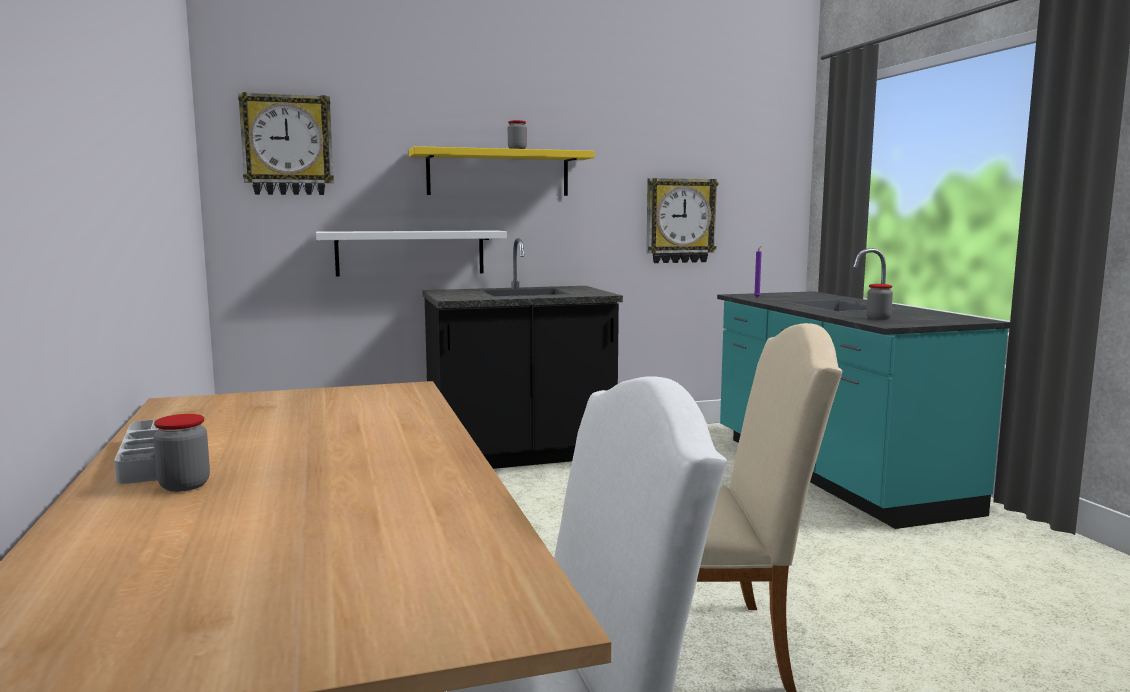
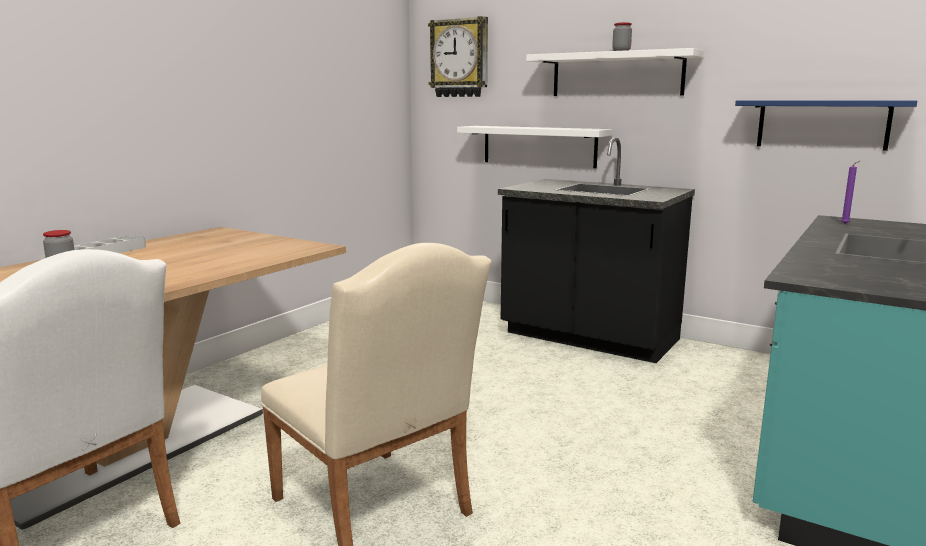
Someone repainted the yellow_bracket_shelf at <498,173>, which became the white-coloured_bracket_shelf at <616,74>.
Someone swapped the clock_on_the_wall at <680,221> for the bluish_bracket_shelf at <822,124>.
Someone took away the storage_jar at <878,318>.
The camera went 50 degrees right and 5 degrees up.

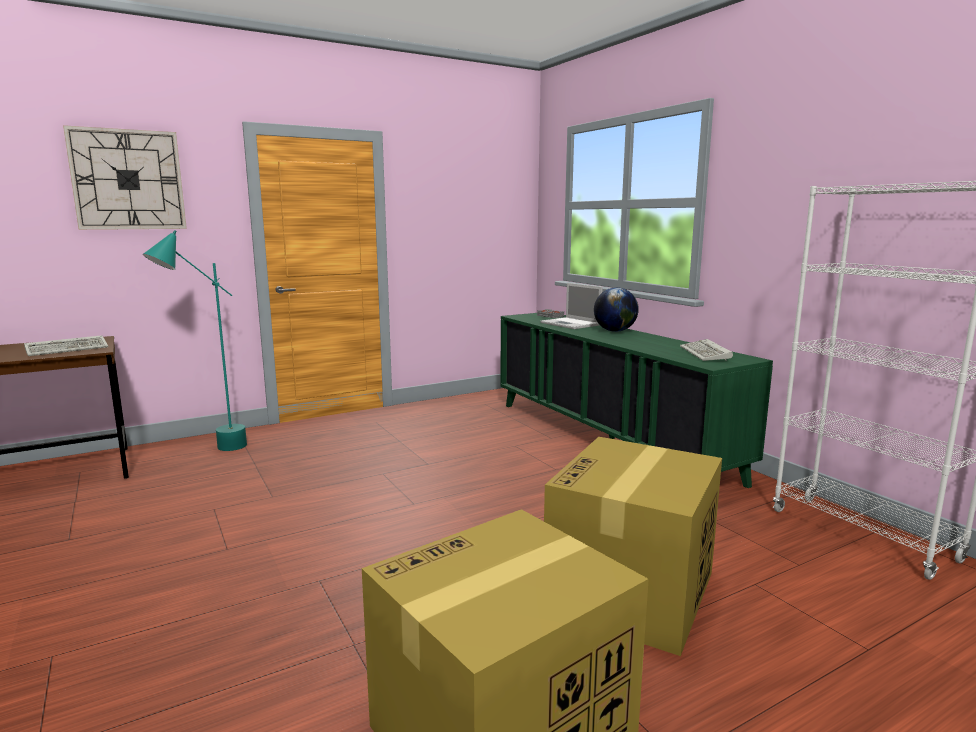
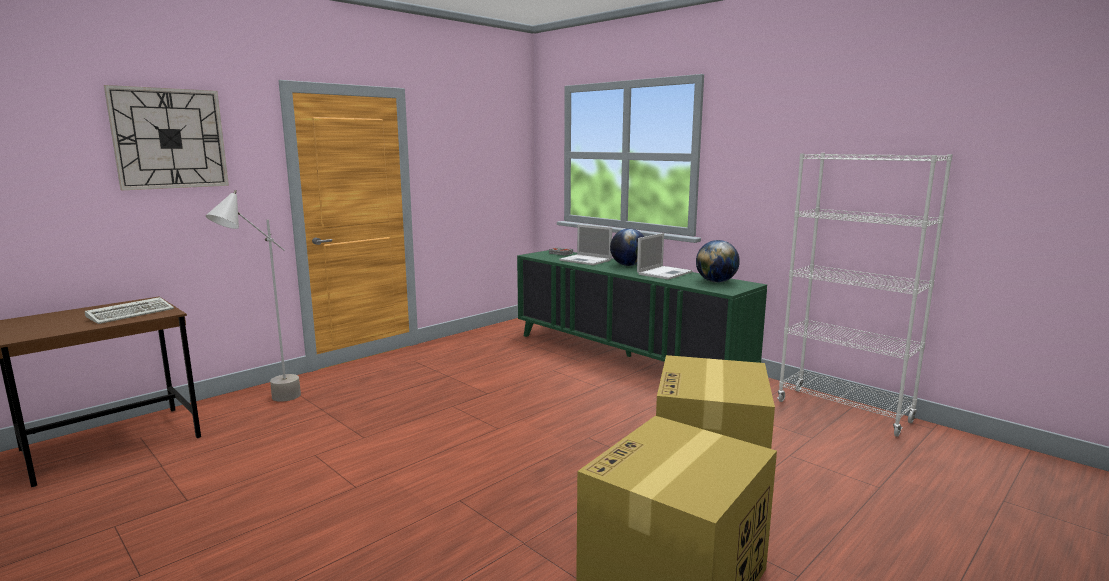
Someone repainted the turquoise_floor_lamp at <210,452>, which became the greyish_floor_lamp at <268,404>.
Someone swapped the computer_keyboard at <706,354> for the desk_globe at <716,282>.
Someone put down the notebook_computer at <665,273>.
The camera went 15 degrees left and 0 degrees up.

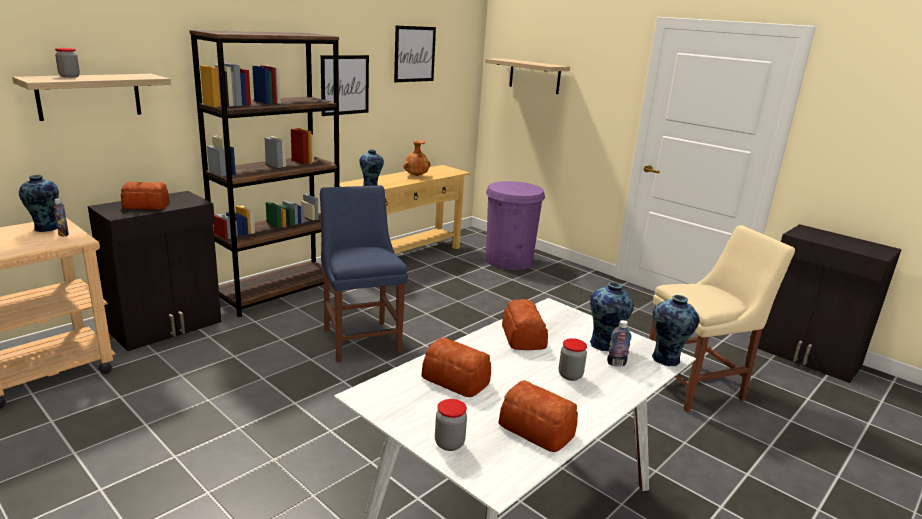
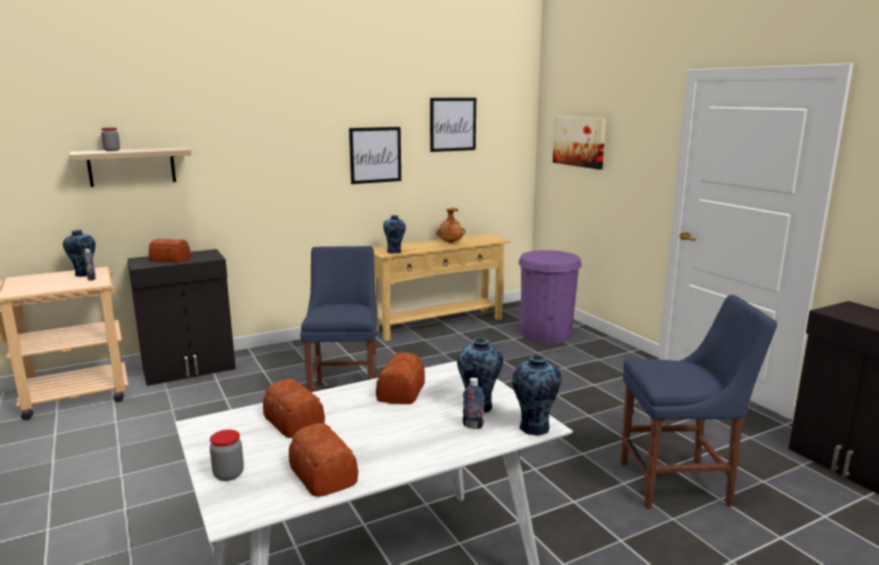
Someone took away the brownish_bookshelf at <280,292>.
Someone swapped the bracket_shelf at <534,76> for the wall_art at <579,141>.
Someone took away the storage_jar at <570,375>.
Someone repainted the sand-coloured_upright_chair at <697,387>, which became the bluish_upright_chair at <679,483>.
The camera went 20 degrees right and 5 degrees down.

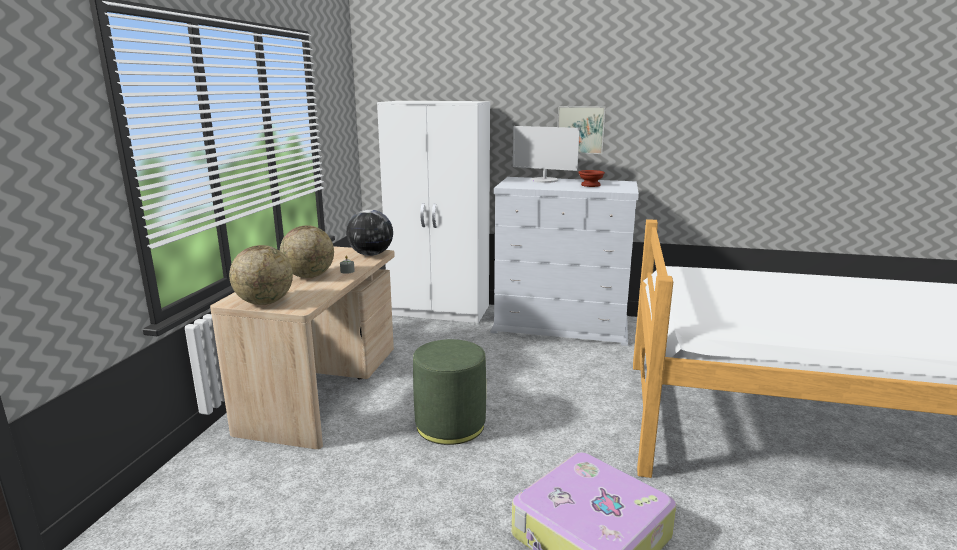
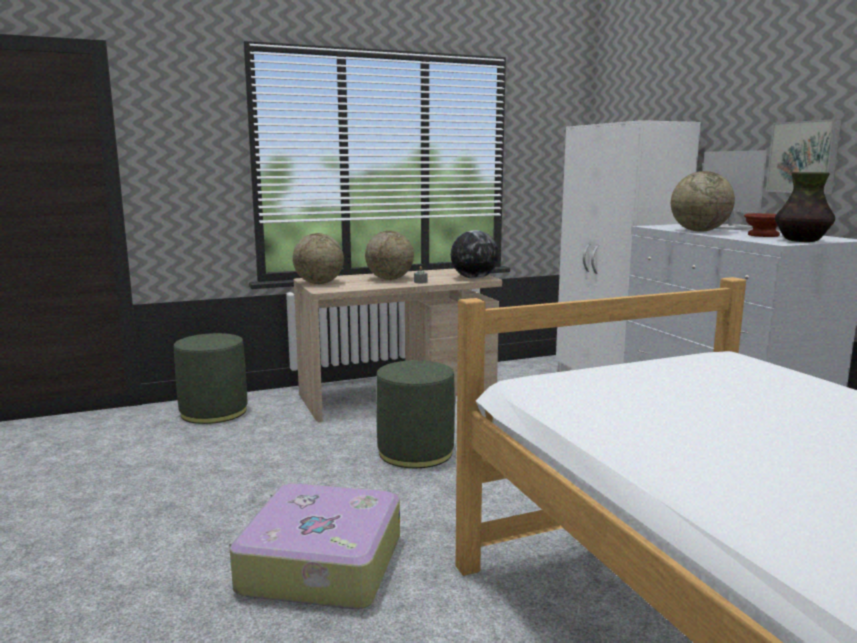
Someone put down the greenish_pouffe at <214,412>.
Someone put down the desk_globe at <699,231>.
Someone put down the decorative_vase at <802,241>.
The camera went 55 degrees right and 5 degrees down.

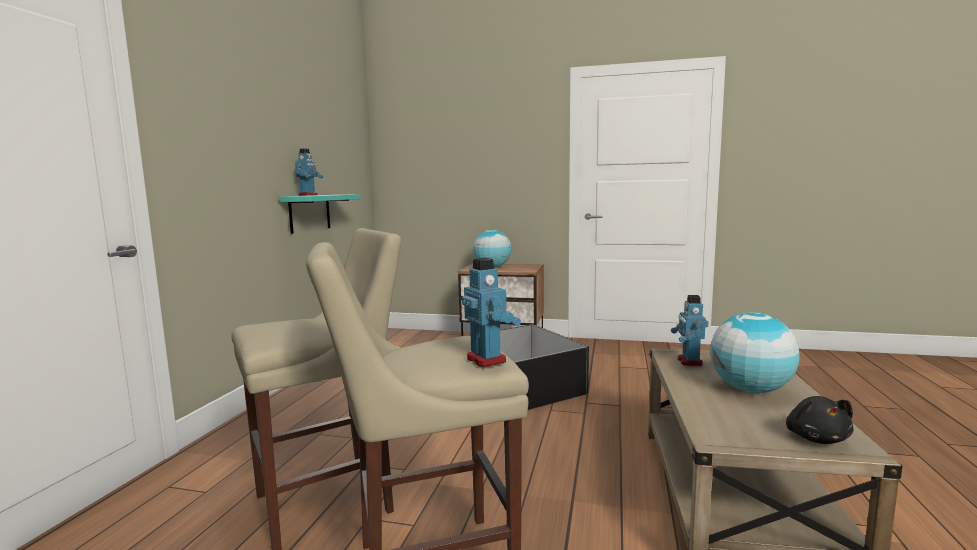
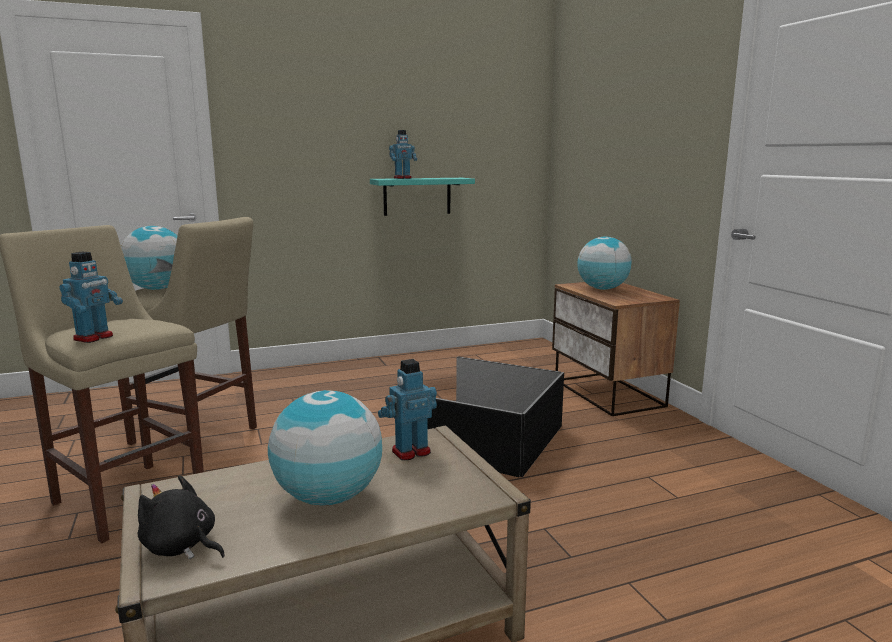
Someone rotated the black-coloured_plush_toy at <816,438> by 60 degrees clockwise.
Someone put down the desk_globe at <157,289>.
The camera went 55 degrees right and 5 degrees up.

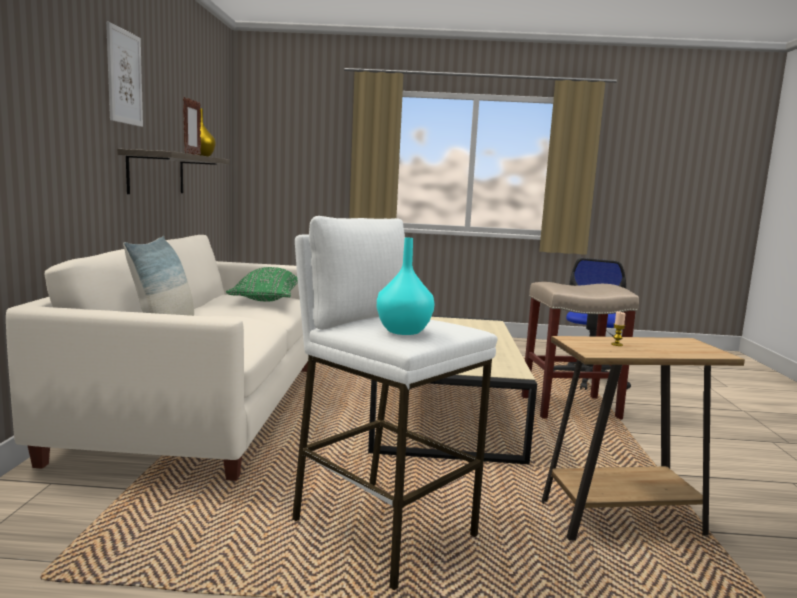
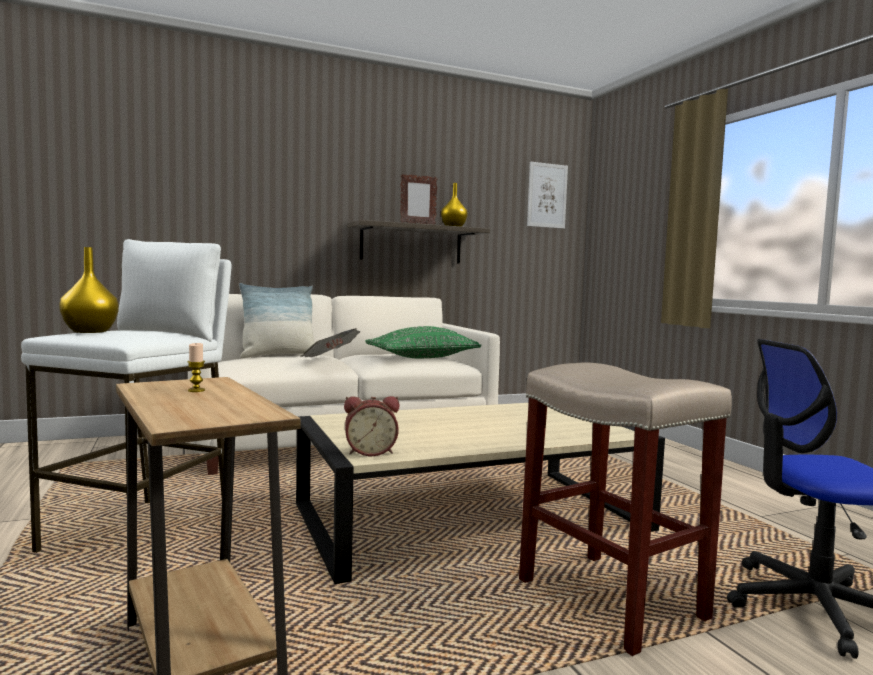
Someone carried the wall_art from <124,77> to <547,195>.
Someone repainted the turquoise_decorative_vase at <404,331>, which became the yellow_decorative_vase at <89,331>.
Someone put down the printed_paper at <330,360>.
Someone put down the alarm_clock at <370,452>.
The camera went 65 degrees right and 5 degrees down.

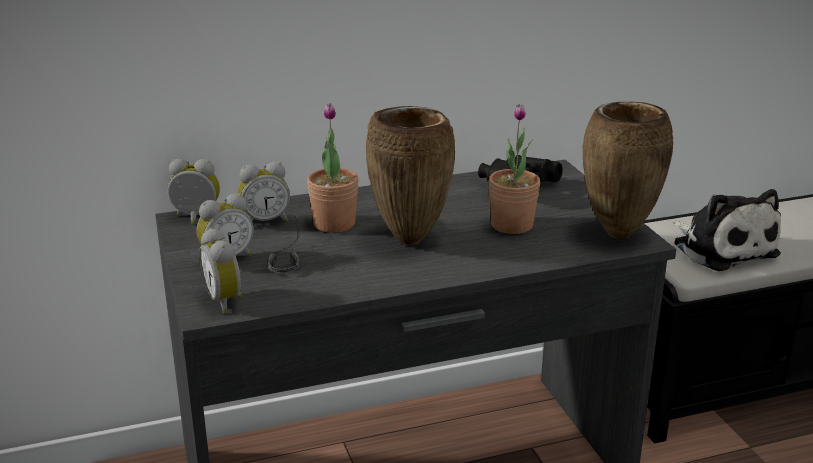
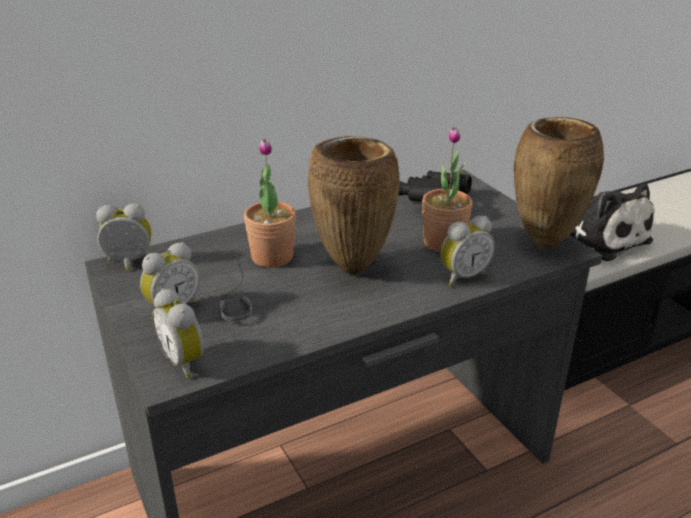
Someone carried the alarm_clock from <265,221> to <462,276>.
The camera went 10 degrees left and 5 degrees up.

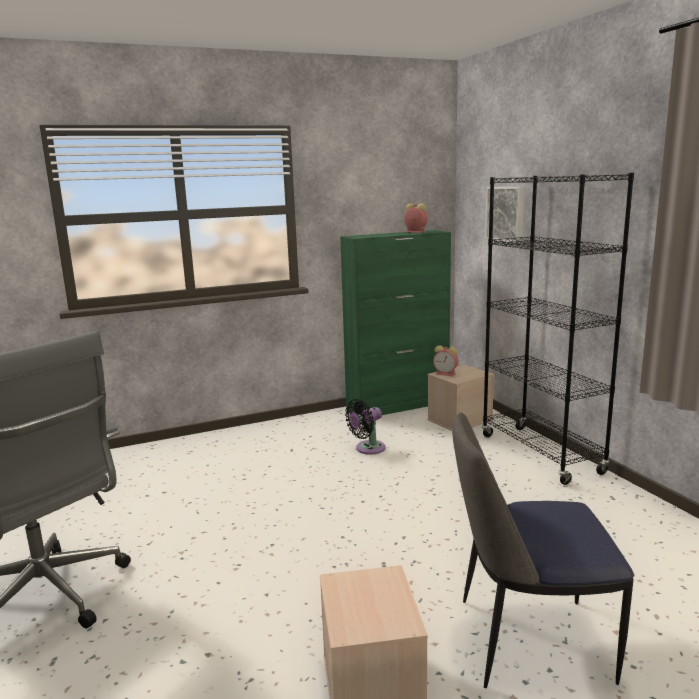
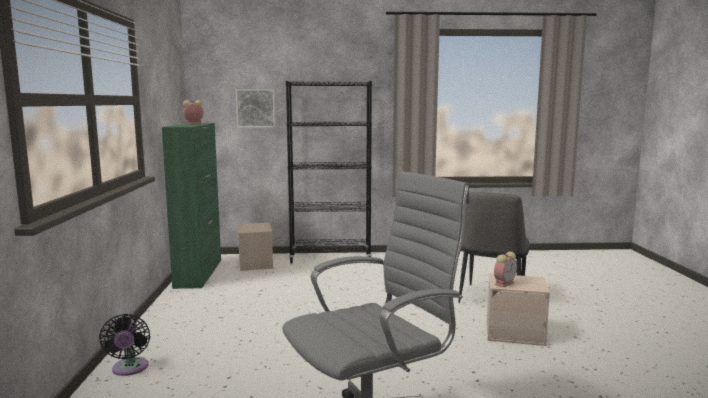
Someone carried the black-coloured_electric_fan from <367,449> to <129,369>.
Someone carried the alarm_clock from <446,374> to <504,283>.
The camera went 70 degrees left and 5 degrees down.

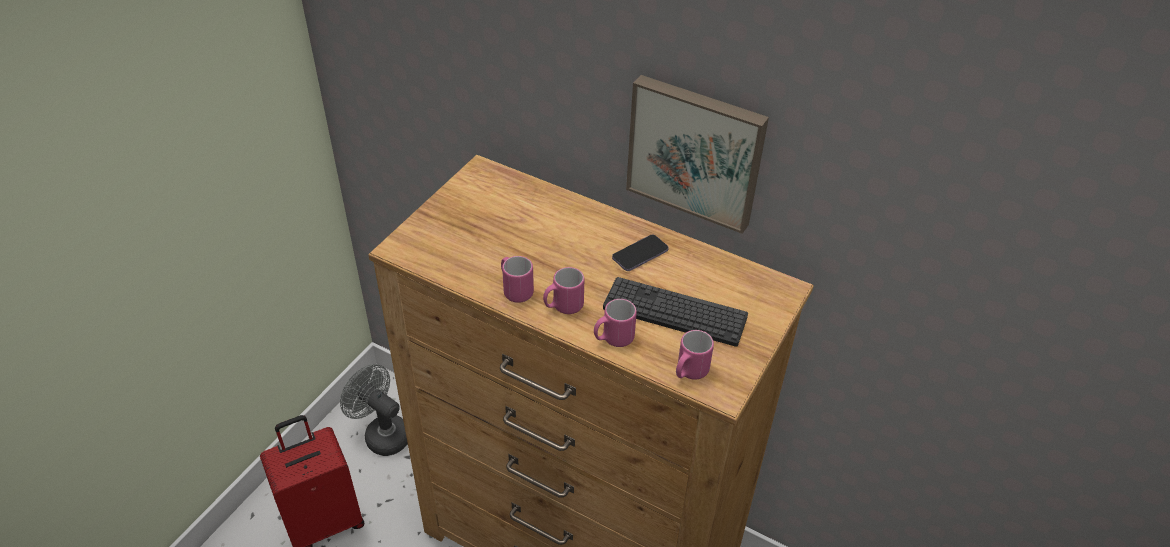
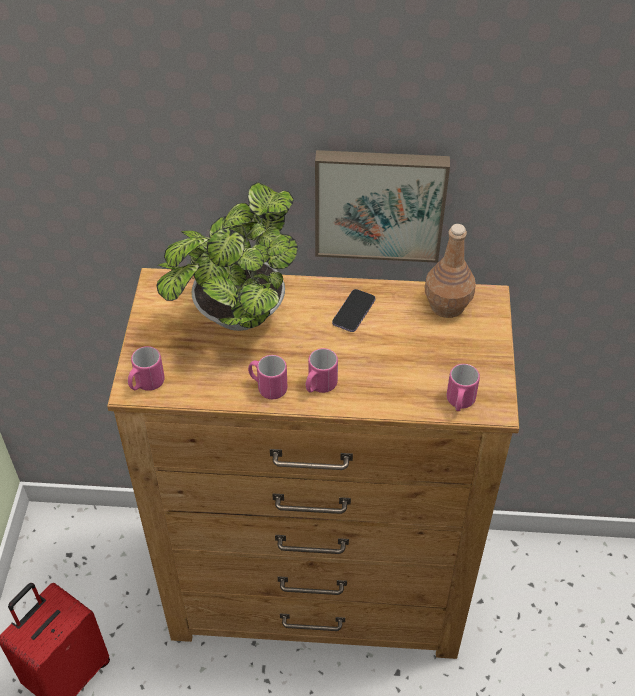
Someone took away the greyish_electric_fan at <382,433>.
Someone carried the pinkish_tea_mug from <613,339> to <146,384>.
Someone took away the computer_keyboard at <675,312>.
Someone put down the potted_plant at <236,318>.
Someone put down the brownish_beverage_bottle at <447,306>.
The camera went 25 degrees left and 5 degrees up.

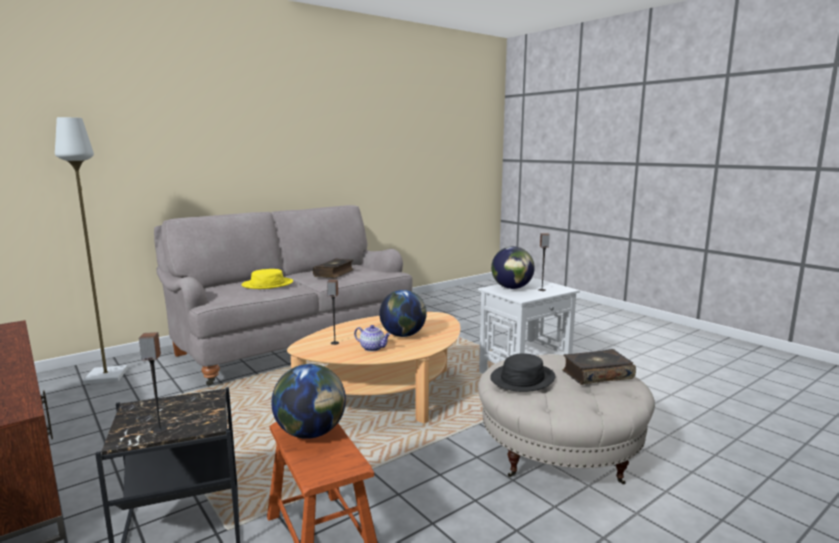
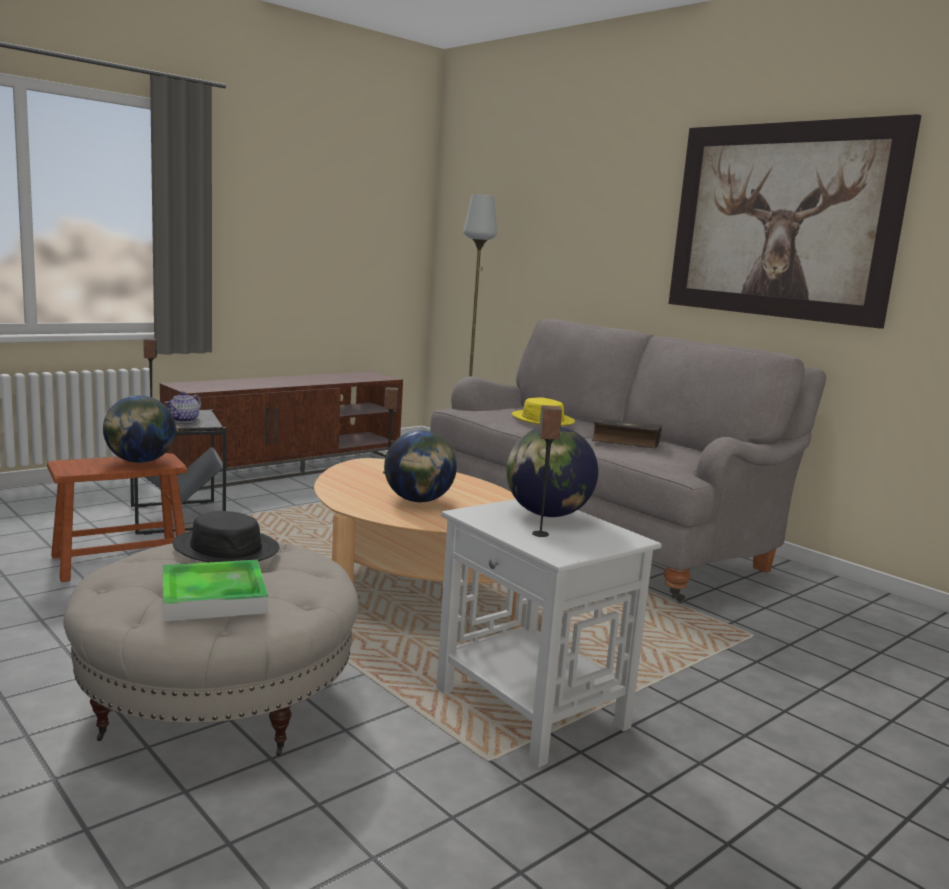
Someone carried the tea_pot from <373,348> to <184,420>.
Someone swapped the volume at <596,374> for the tray at <213,597>.
Someone put up the wall_art at <781,221>.
The camera went 85 degrees right and 0 degrees up.

